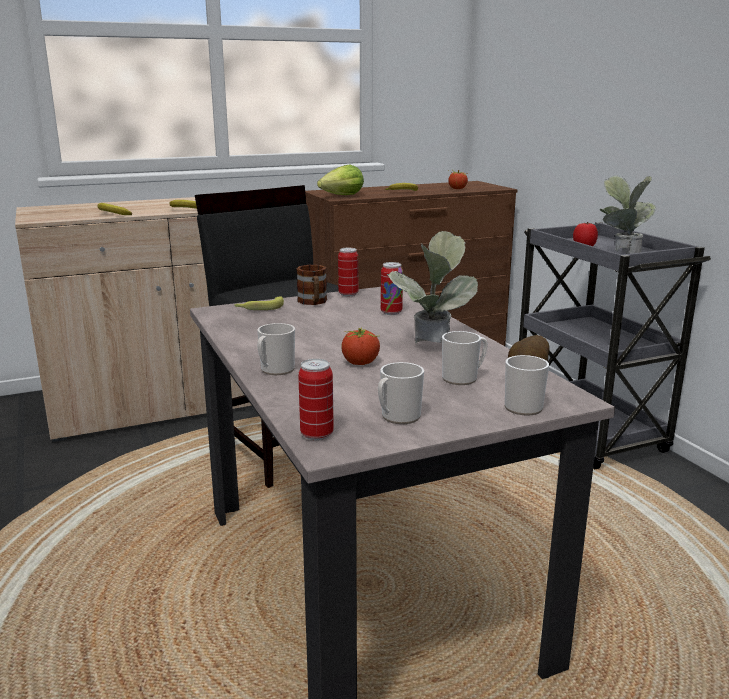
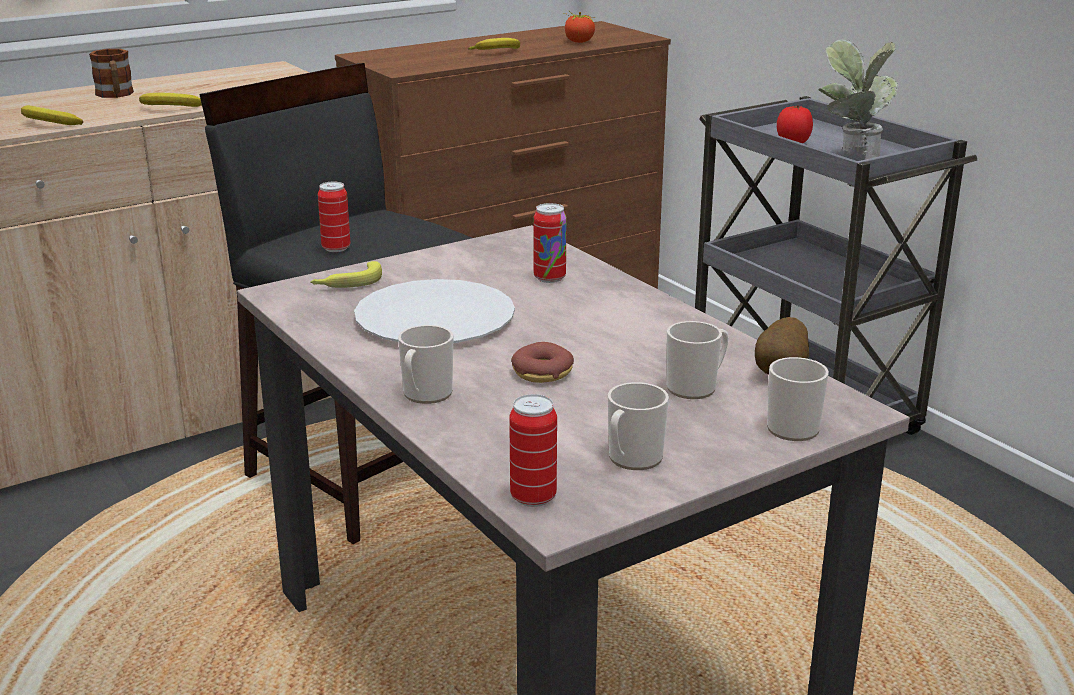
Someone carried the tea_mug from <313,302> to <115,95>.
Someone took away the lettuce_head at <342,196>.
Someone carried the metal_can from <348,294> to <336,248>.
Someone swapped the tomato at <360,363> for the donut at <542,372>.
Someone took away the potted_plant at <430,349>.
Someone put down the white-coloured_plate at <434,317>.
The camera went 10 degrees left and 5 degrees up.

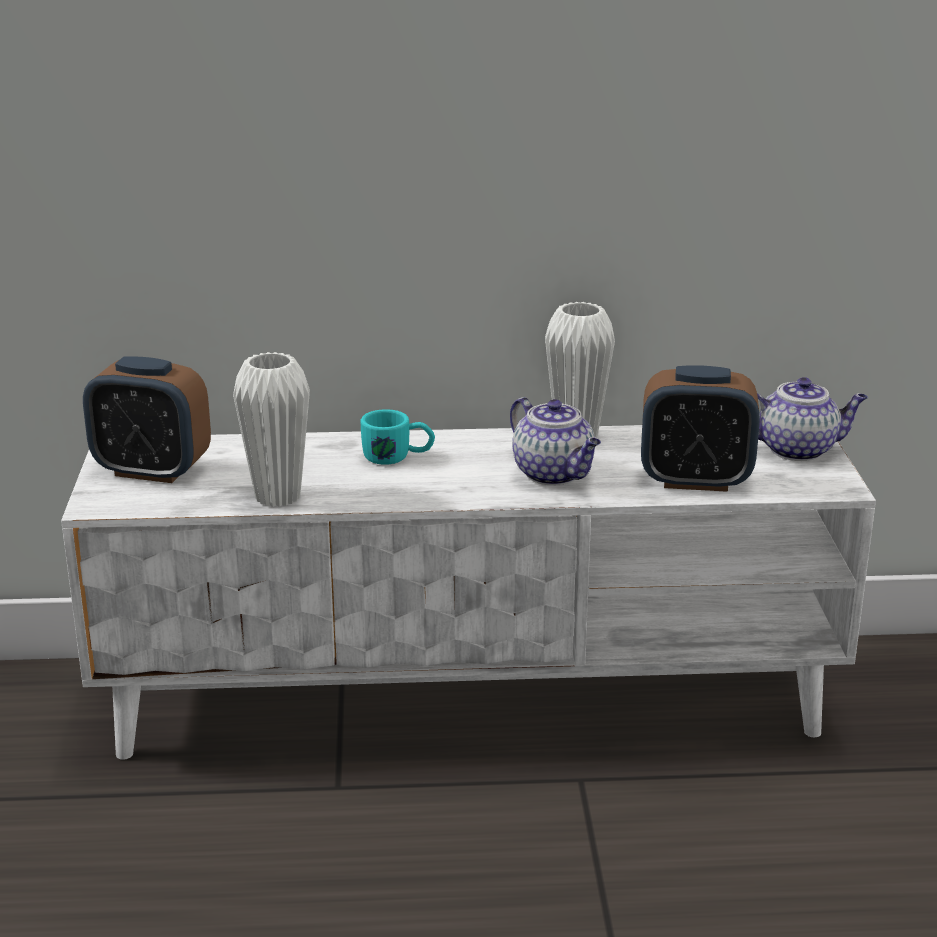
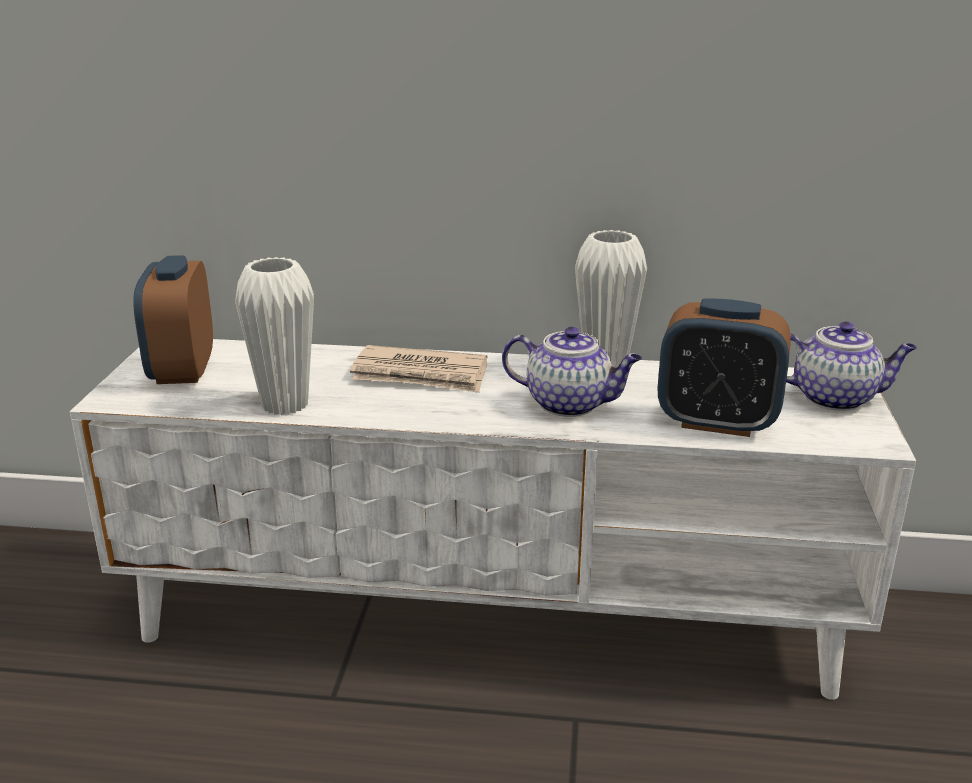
Someone rotated the alarm_clock at <152,471> by 60 degrees clockwise.
Someone swapped the turquoise_tea_mug at <398,457> for the printed_paper at <421,375>.
Someone rotated the tea_pot at <555,474> by 45 degrees counterclockwise.
The camera went 10 degrees right and 0 degrees up.

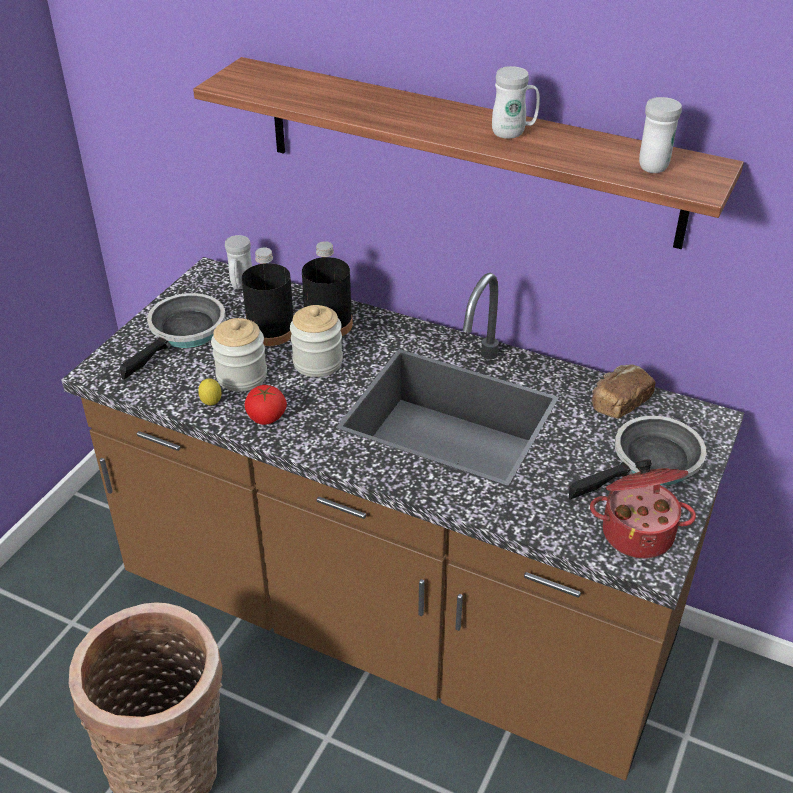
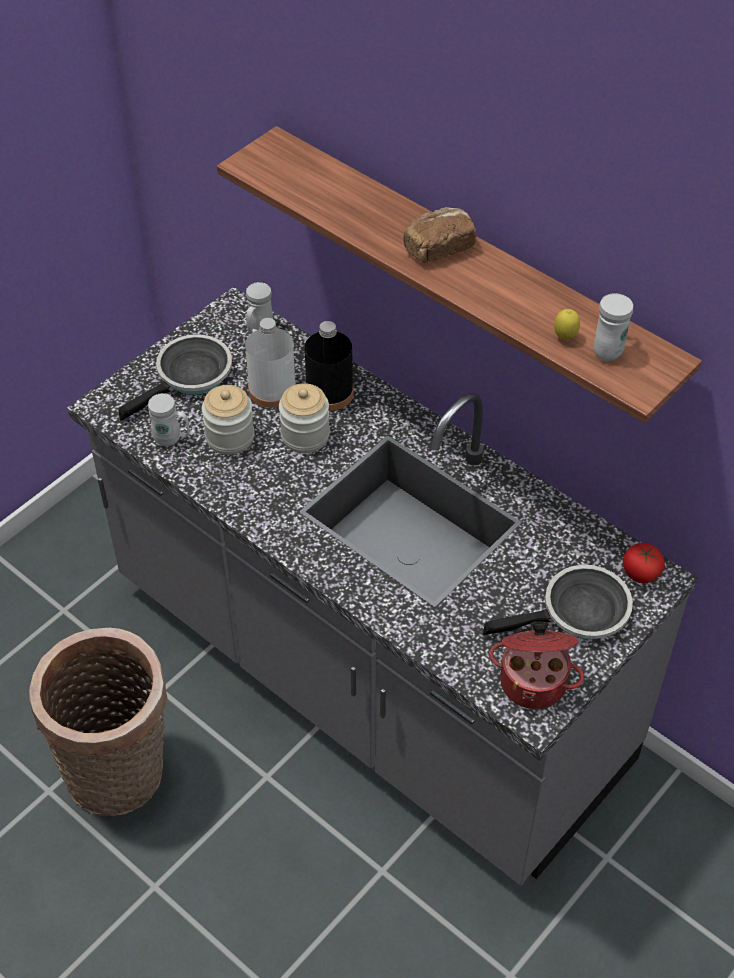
Someone repainted the brownish_counter at <396,618>, which became the greyish_counter at <367,675>.
Someone carried the whole_lemon from <211,404> to <565,337>.
Someone repainted the black-coloured_beverage_bottle at <271,331>, which became the white-coloured_beverage_bottle at <272,390>.
Someone carried the tomato from <266,417> to <640,573>.
Someone carried the white-coloured_tea_mug from <513,133> to <172,439>.
Someone carried the baked_bread from <619,403> to <438,248>.
The camera went 15 degrees right and 10 degrees up.

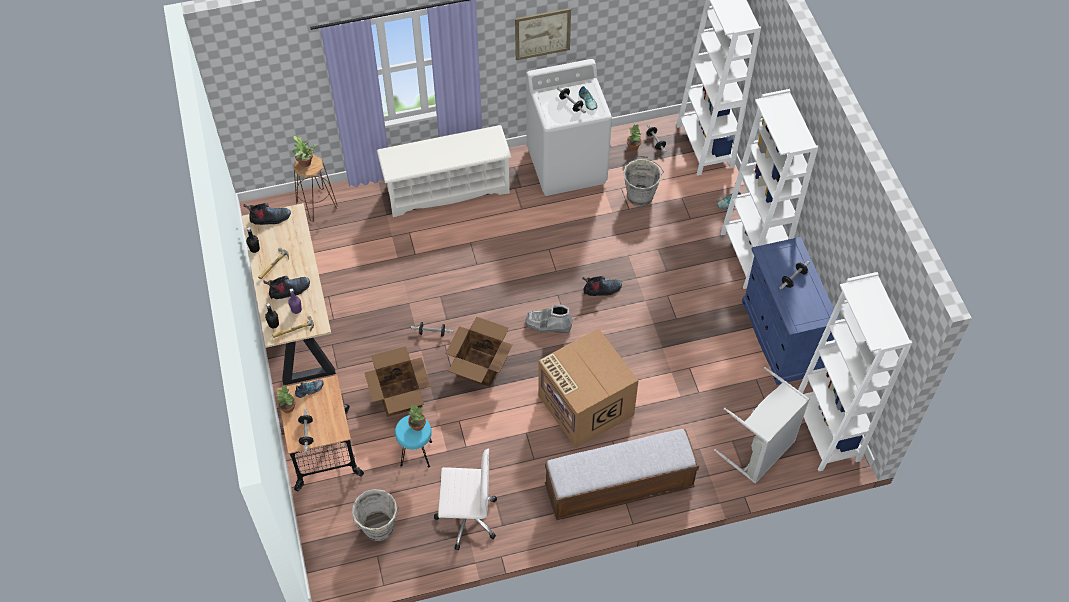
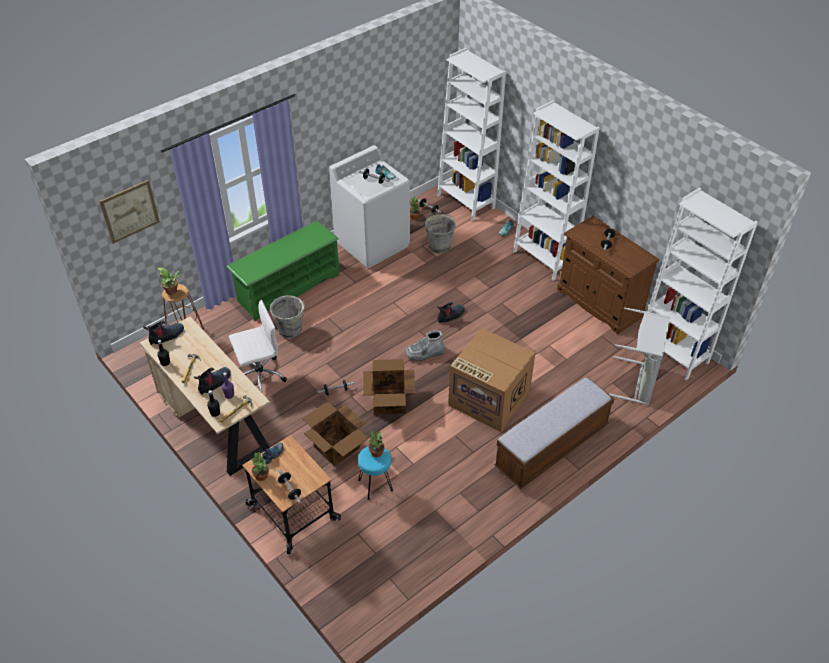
Someone carried the greyish_water_bucket from <378,528> to <290,330>.
Someone repainted the white-coloured_shoe_stand at <447,189>, which became the greenish_shoe_stand at <288,288>.
Someone carried the white-coloured_office_chair from <466,517> to <259,376>.
Someone carried the wall_art from <542,33> to <130,211>.
Someone repainted the bluish_cupboard at <781,337>, which became the brownish_cupboard at <599,302>.
The camera went 25 degrees left and 10 degrees down.

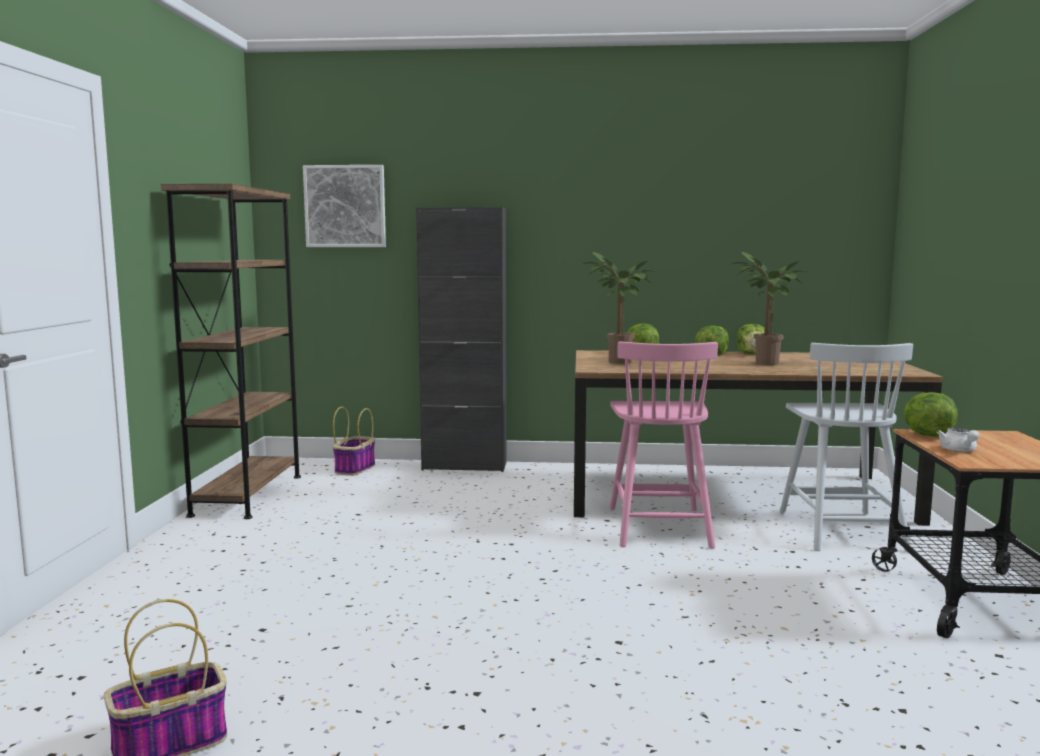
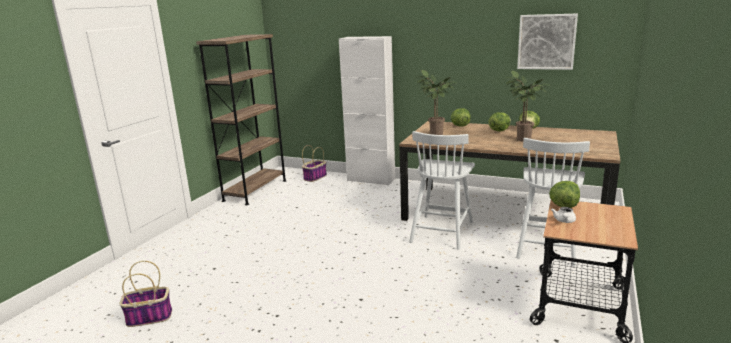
Someone carried the wall_art from <345,206> to <546,42>.
Someone repainted the black-coloured_cupboard at <464,466>, which became the white-coloured_cupboard at <371,180>.
Someone repainted the pinkish_upright_chair at <658,526>, which became the white-coloured_upright_chair at <441,231>.
The camera went 20 degrees right and 10 degrees up.

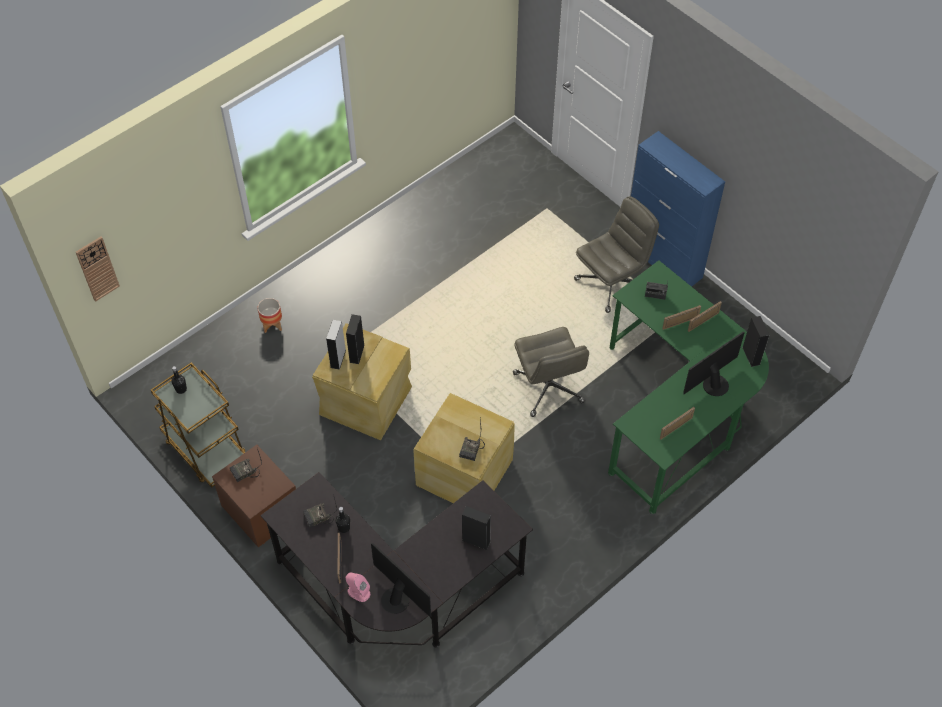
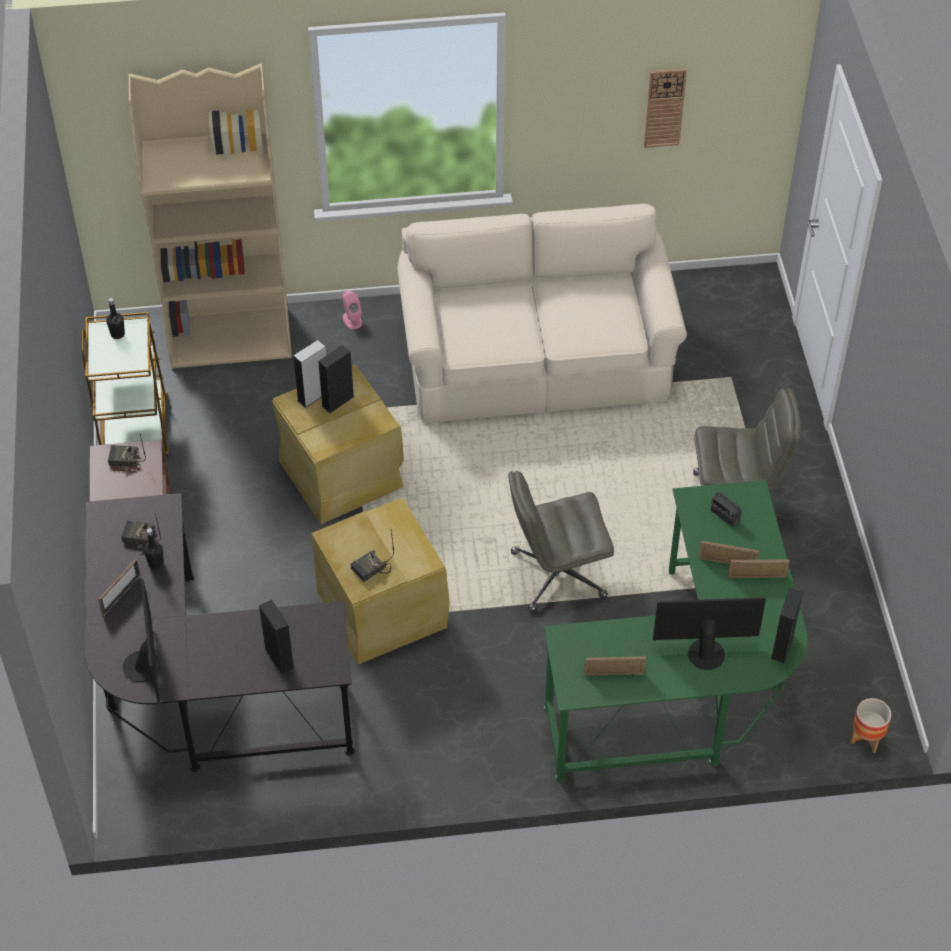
Someone carried the clock_on_the_wall from <97,268> to <664,107>.
Someone carried the planter from <272,325> to <866,738>.
Someone carried the pinkish_speaker from <358,592> to <352,320>.
Someone rotated the greyish_office_chair at <549,388> by 60 degrees clockwise.
Someone took away the bluish_cupboard at <663,260>.
Someone put down the sand-coloured_bookshelf at <231,337>.
Someone put down the sand-coloured_couch at <537,357>.
The camera went 35 degrees right and 5 degrees down.

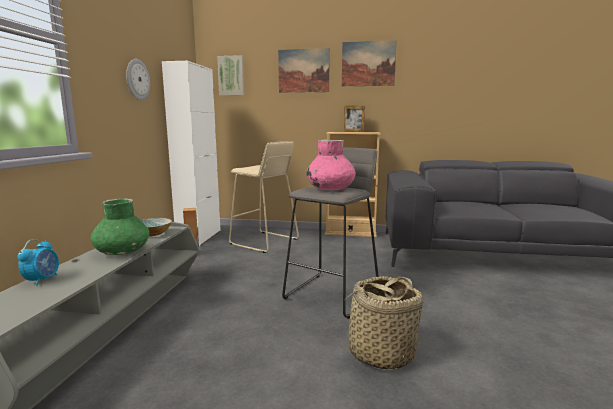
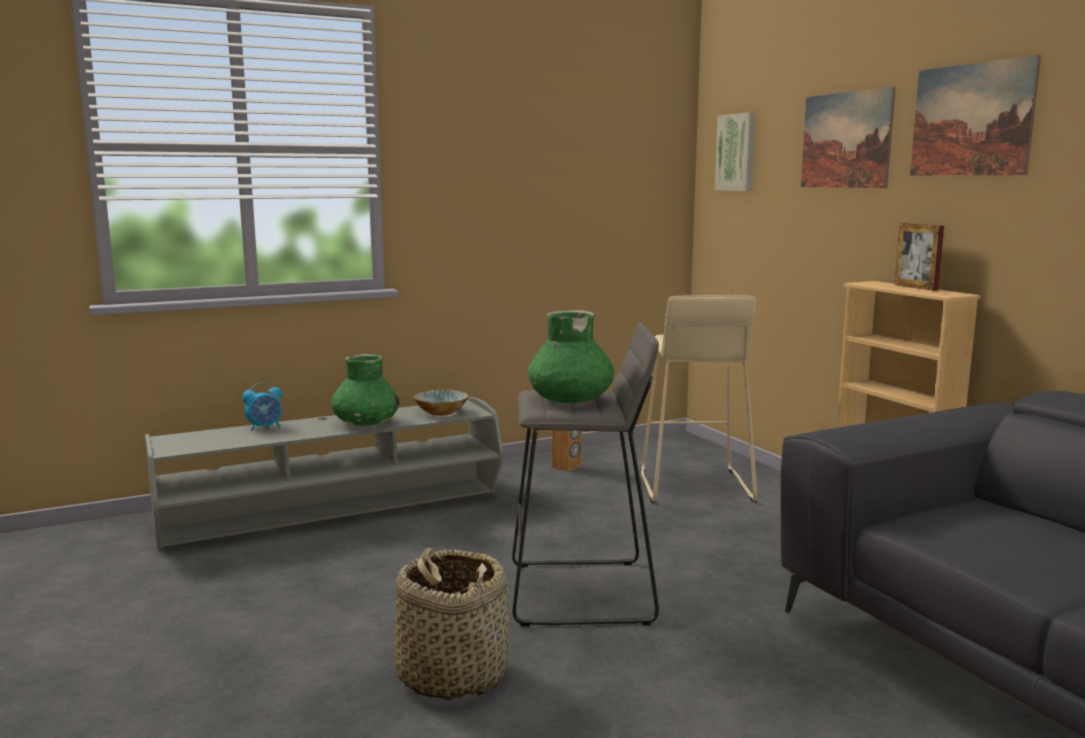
Someone took away the clock_on_the_wall at <137,79>.
Someone took away the white-coloured_cupboard at <199,237>.
Someone repainted the pinkish_decorative_vase at <330,189>, which became the greenish_decorative_vase at <571,399>.
The camera went 55 degrees right and 0 degrees up.

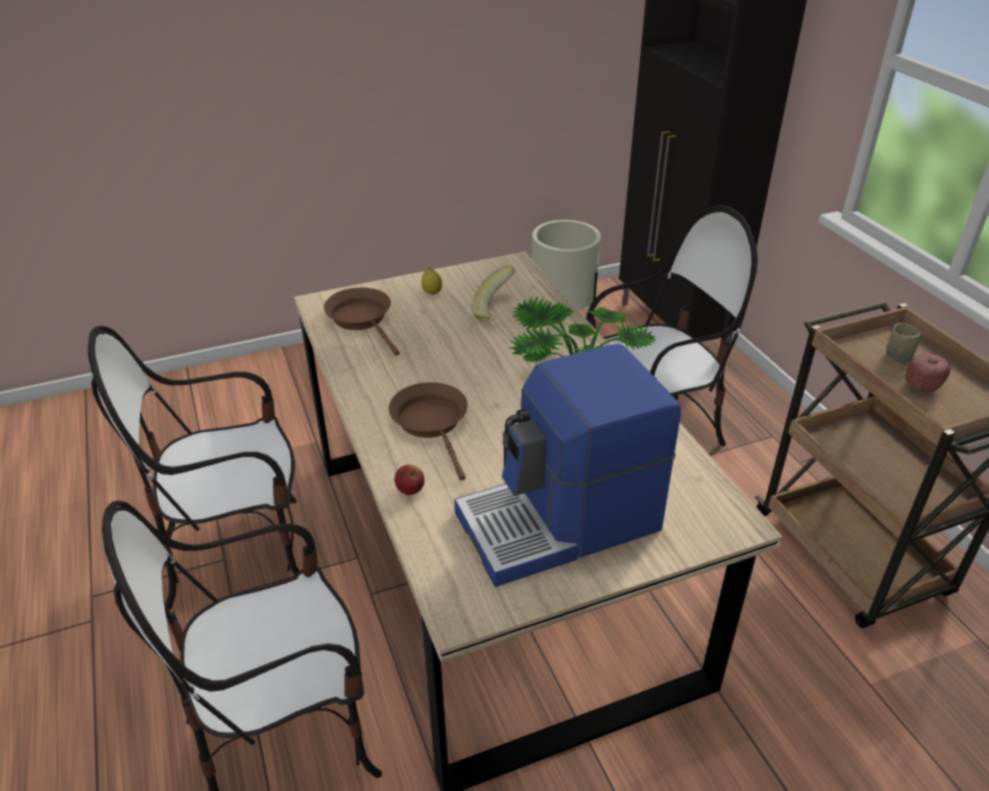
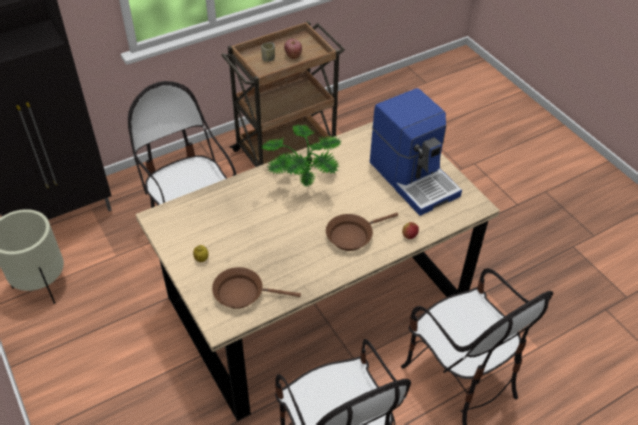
Someone rotated the brownish_pan at <362,319> by 45 degrees clockwise.
Someone took away the banana at <496,310>.
The camera went 100 degrees left and 10 degrees up.

